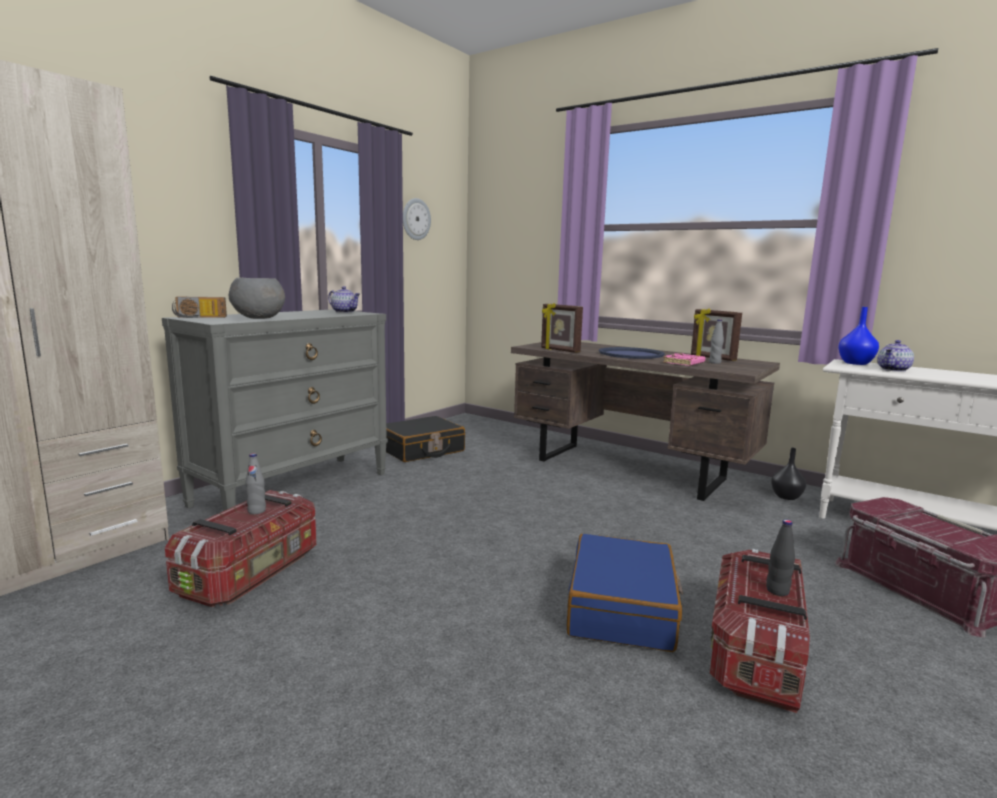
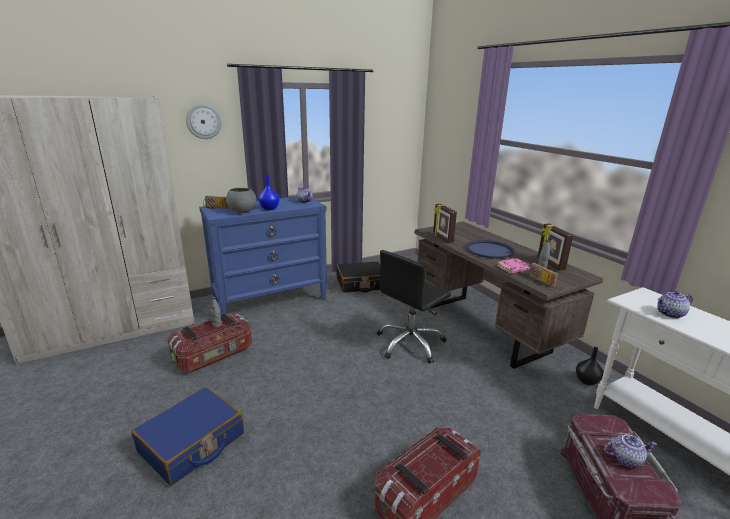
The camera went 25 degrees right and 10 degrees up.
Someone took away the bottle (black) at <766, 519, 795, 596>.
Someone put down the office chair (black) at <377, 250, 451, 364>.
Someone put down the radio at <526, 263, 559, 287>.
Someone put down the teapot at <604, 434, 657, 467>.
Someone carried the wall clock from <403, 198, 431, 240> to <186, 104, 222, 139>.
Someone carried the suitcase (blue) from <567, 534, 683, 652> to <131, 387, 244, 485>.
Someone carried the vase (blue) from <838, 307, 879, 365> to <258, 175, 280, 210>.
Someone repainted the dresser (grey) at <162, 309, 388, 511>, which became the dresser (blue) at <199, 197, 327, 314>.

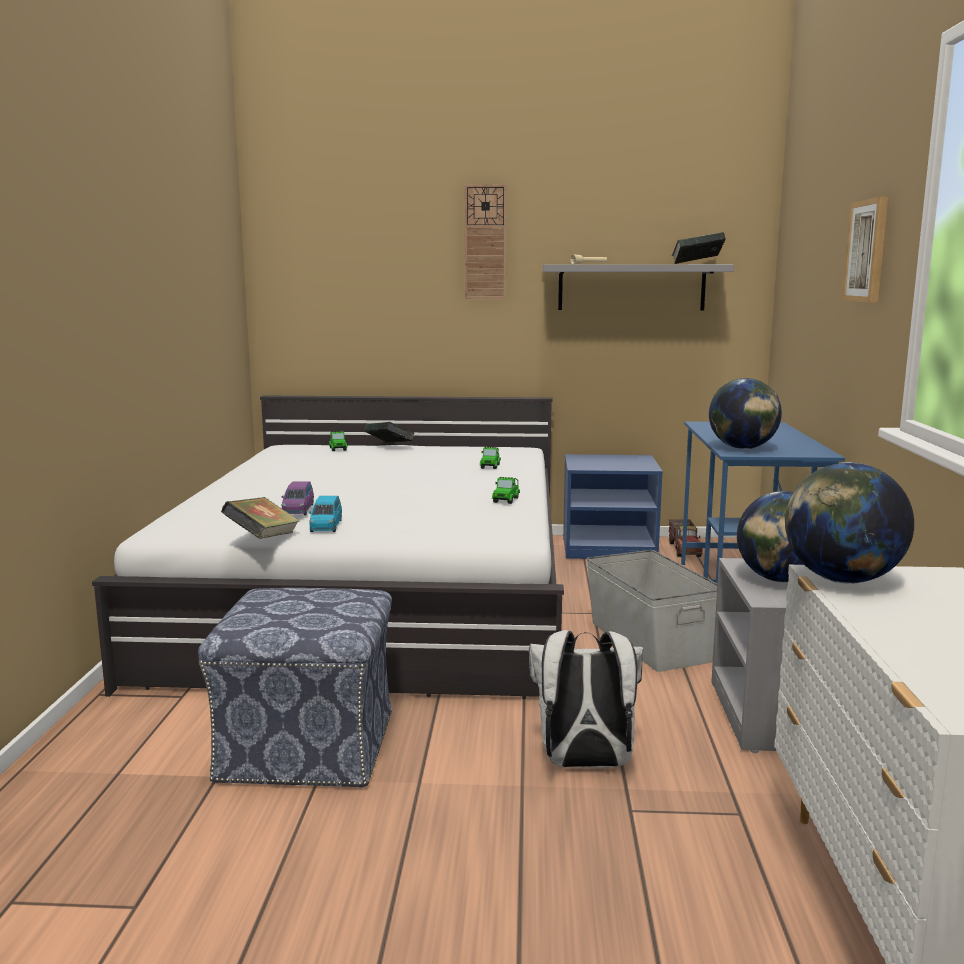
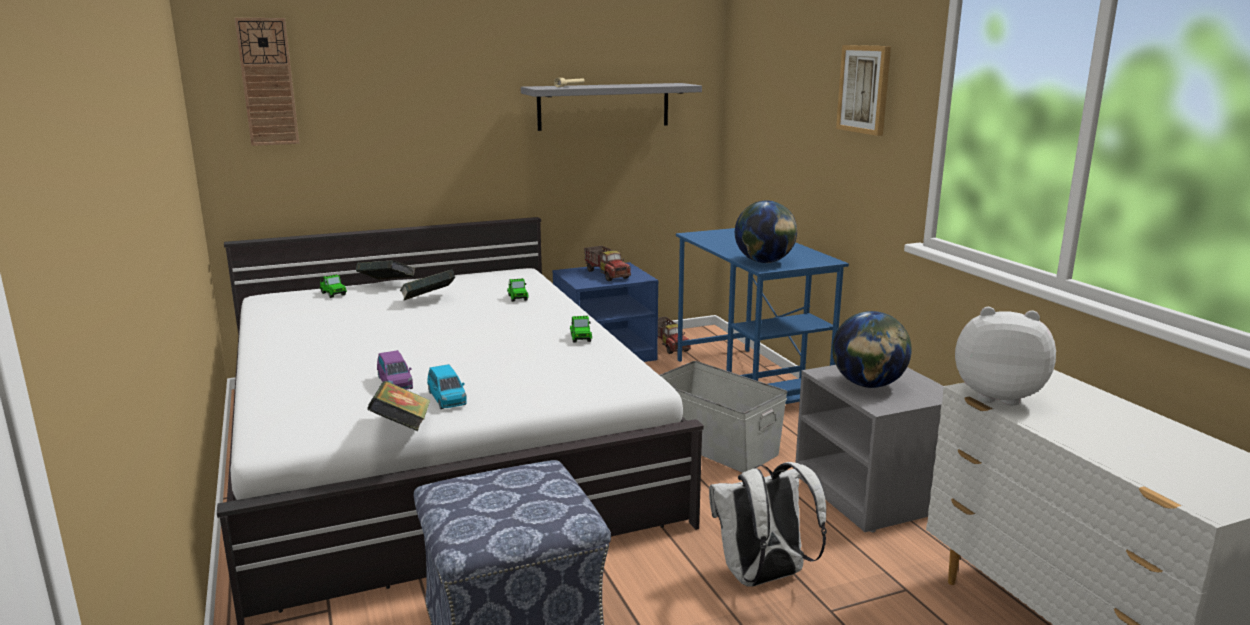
The camera went 25 degrees left and 5 degrees up.
Someone put down the toy truck at <584, 246, 631, 281>.
Someone carried the wall clock from <465, 184, 507, 299> to <235, 18, 299, 146>.
Someone carried the book from <672, 232, 726, 264> to <400, 270, 455, 301>.
Someone swapped the globe at <785, 462, 914, 584> for the plush toy at <955, 307, 1056, 406>.

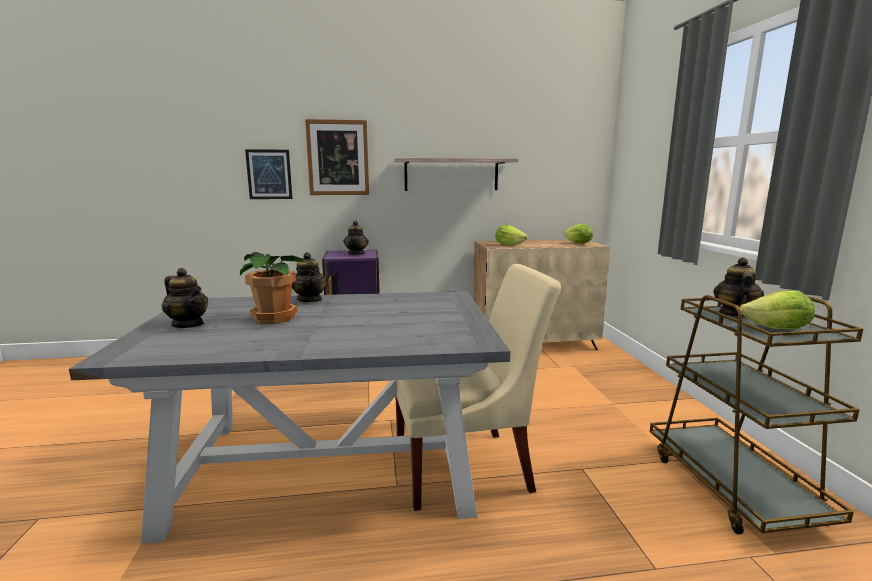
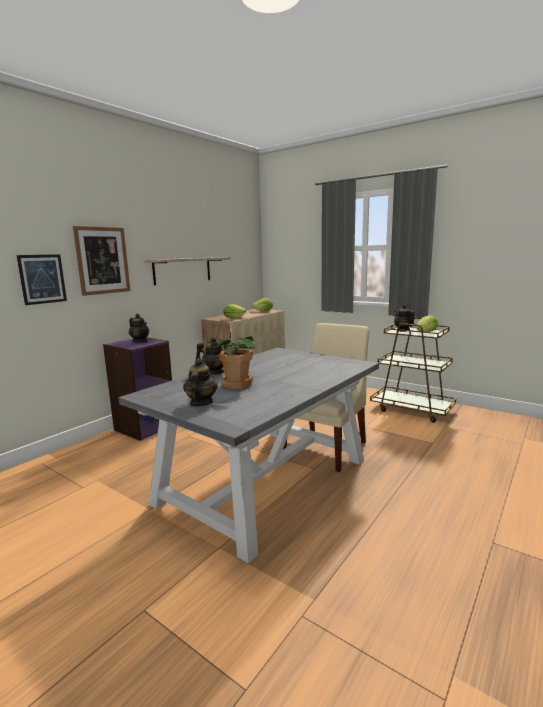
The camera went 45 degrees left and 0 degrees up.
Someone rotated the teapot at <162, 268, 208, 328> by 75 degrees counterclockwise.

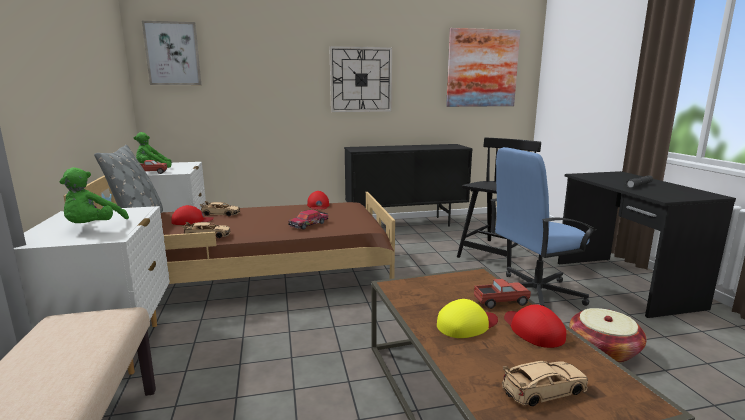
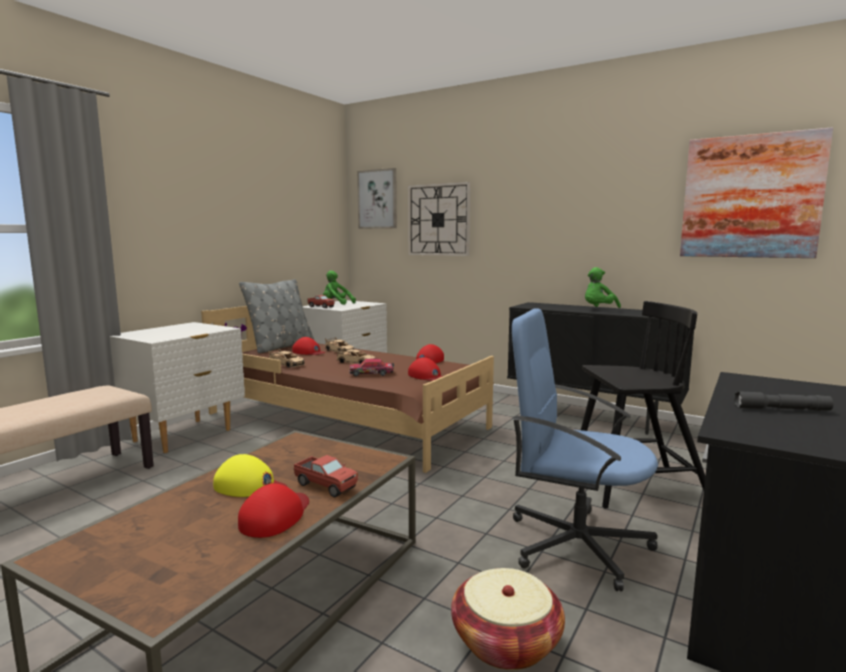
The camera went 45 degrees right and 5 degrees down.
Someone put down the cap (red) at <408, 357, 442, 381>.
Someone carried the plush toy (green) from <60, 167, 129, 223> to <585, 267, 621, 308>.
Someone carried the wall clock from <329, 46, 392, 112> to <408, 182, 471, 256>.
Someone carried the toy car (beige) from <502, 361, 588, 406> to <336, 347, 376, 364>.

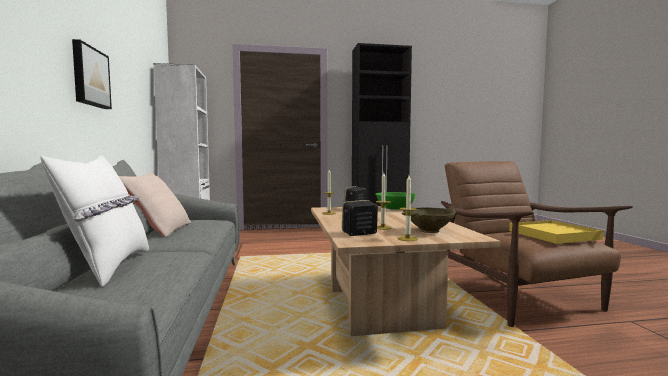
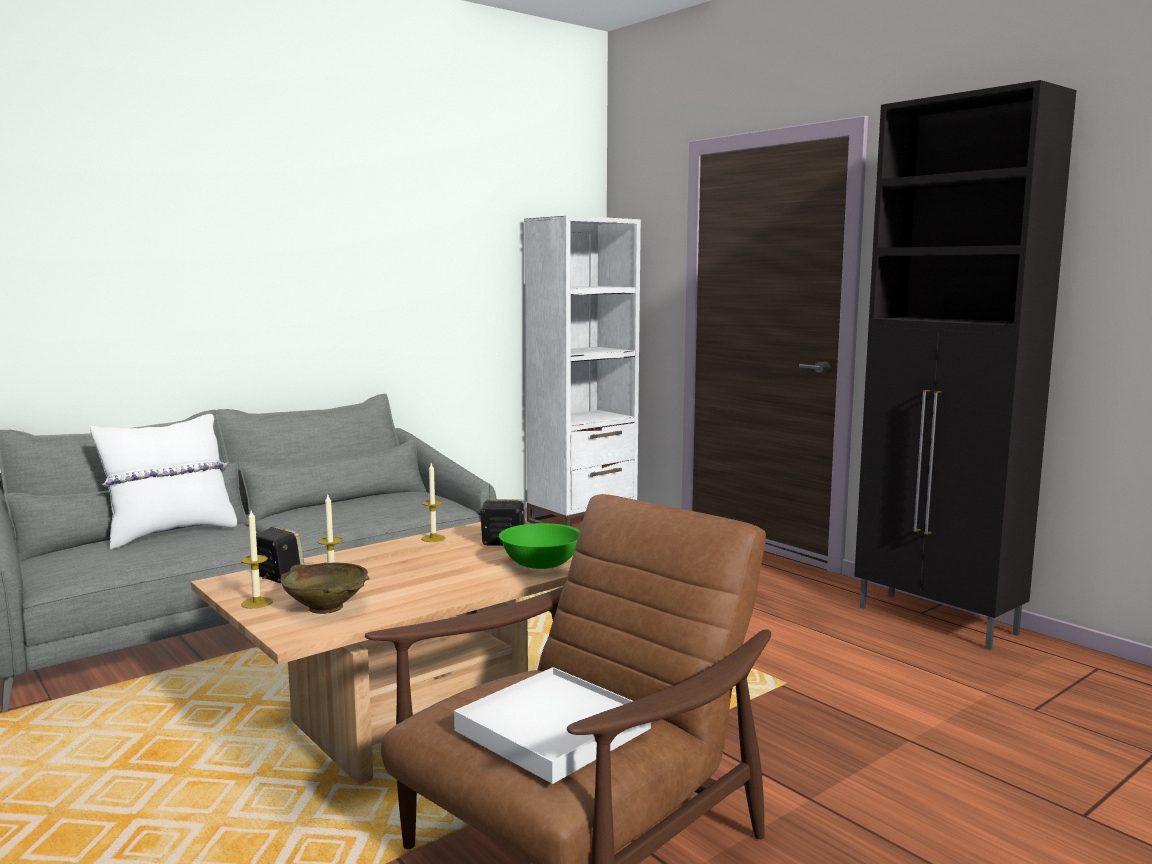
The camera went 60 degrees right and 5 degrees up.
Someone took away the picture at <72, 39, 112, 109>.
Someone took away the pillow (beige) at <119, 173, 191, 238>.
Someone repainted the tray (yellow) at <509, 220, 603, 244>, which became the tray (white) at <454, 667, 651, 784>.

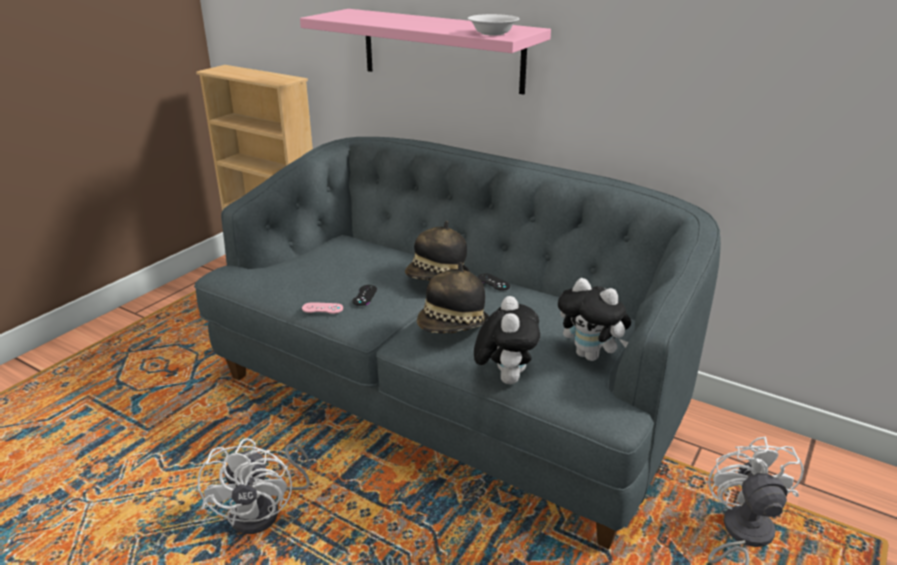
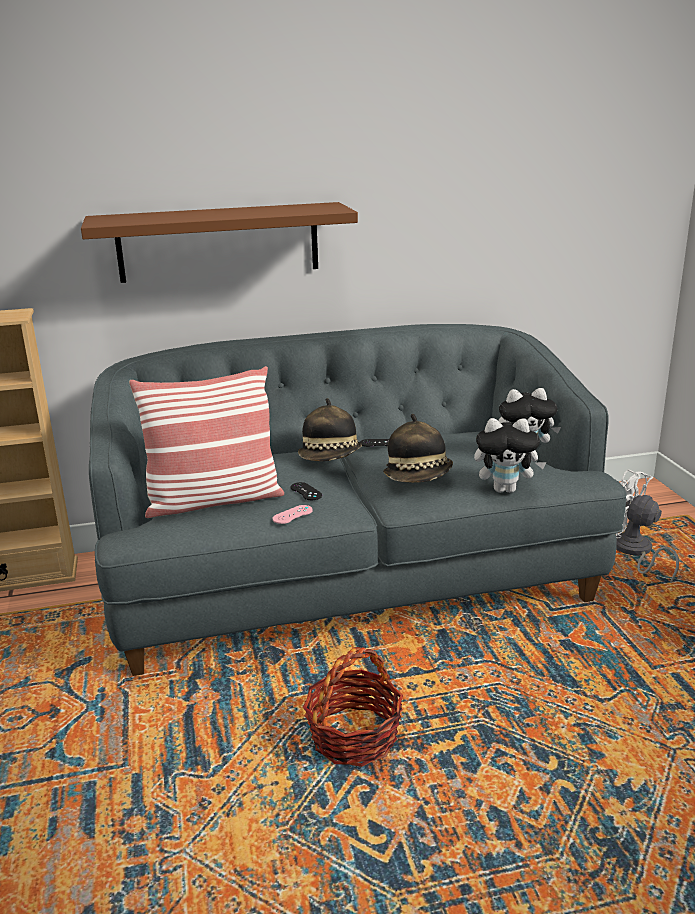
The camera went 45 degrees left and 5 degrees down.
Someone took away the bowl (white) at <467, 14, 519, 36>.
Someone put down the pillow at <129, 366, 284, 518>.
Someone swapped the fan (white) at <198, 438, 310, 534> for the basket at <303, 647, 403, 767>.
Someone repainted the shelf (pink) at <300, 9, 551, 95>, which became the shelf (brown) at <81, 202, 358, 283>.
Someone rotated the plush toy at <474, 296, 540, 384> by 135 degrees clockwise.

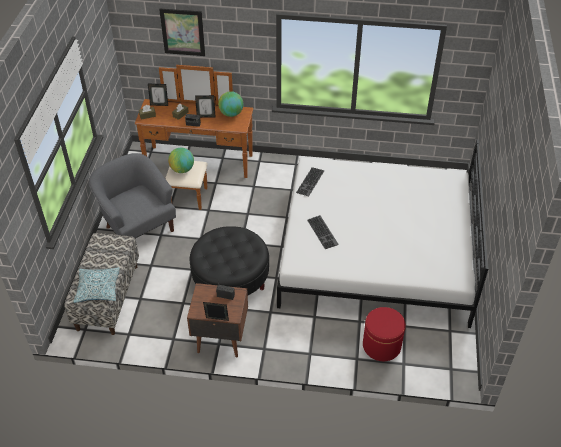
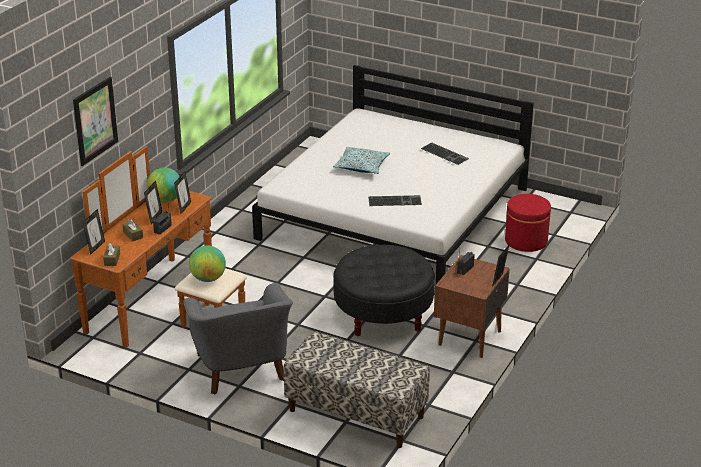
The camera went 70 degrees left and 15 degrees down.
Someone put down the picture frame at <174, 171, 191, 214>.
Someone carried the pillow from <73, 267, 120, 303> to <333, 147, 390, 174>.
Someone carried the keyboard from <296, 167, 325, 197> to <421, 142, 469, 165>.
Someone rotated the armchair (grey) at <89, 153, 176, 239> by 90 degrees counterclockwise.

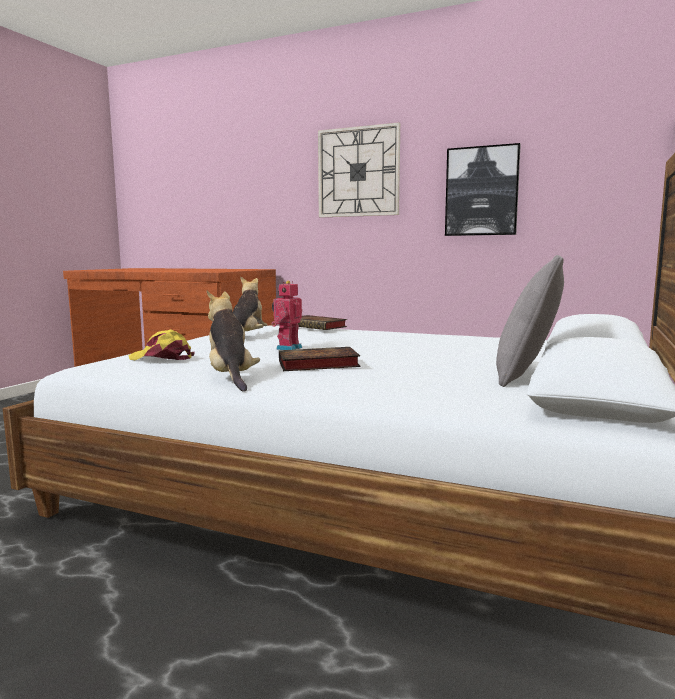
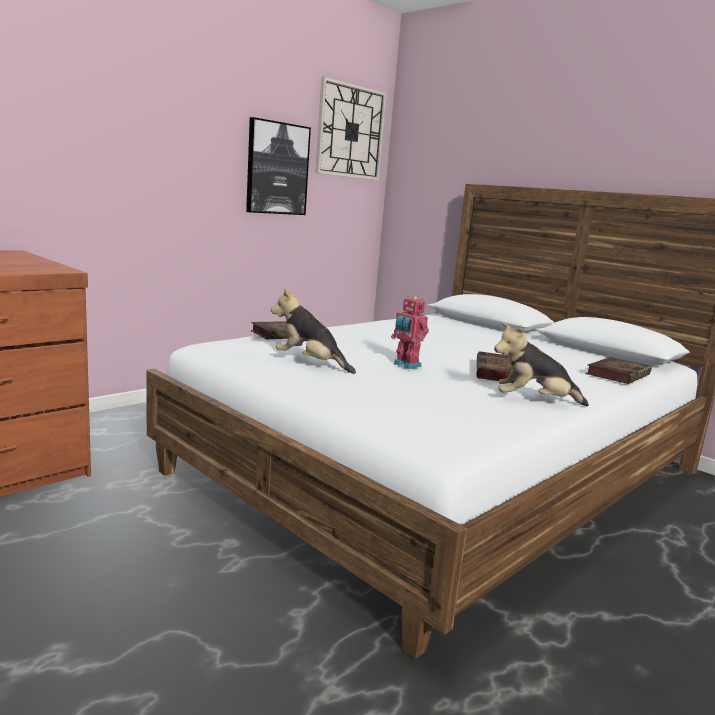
The camera went 70 degrees left and 5 degrees up.
Someone took away the cap (yellow) at <128, 329, 195, 360>.
Someone took away the pillow (grey) at <496, 255, 564, 387>.
Someone put down the book at <586, 357, 651, 384>.
Someone carried the wall clock from <318, 122, 400, 218> to <315, 77, 387, 180>.

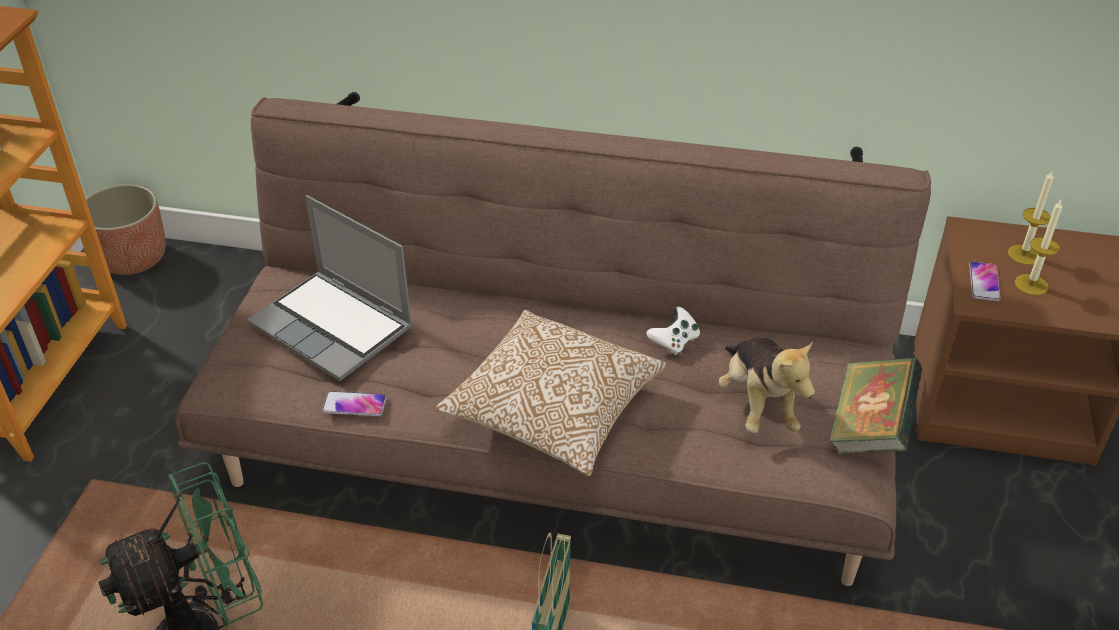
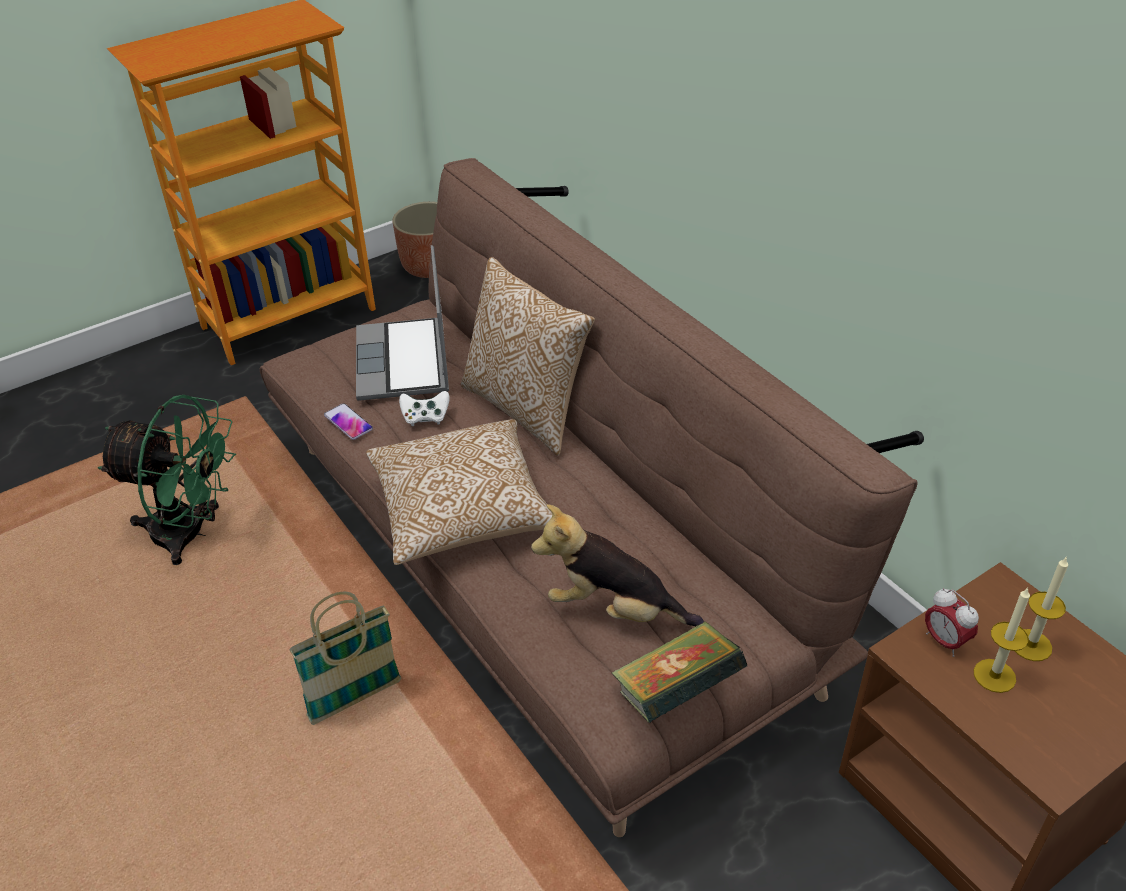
The camera went 45 degrees right and 0 degrees up.
Someone put down the pillow at <461, 257, 595, 456>.
Someone carried the game controller (white) from <646, 307, 700, 355> to <399, 391, 450, 426>.
Someone swapped the phone at <969, 261, 1001, 301> for the alarm clock at <925, 588, 979, 657>.
Someone rotated the plush toy at <718, 337, 815, 433> by 75 degrees clockwise.

